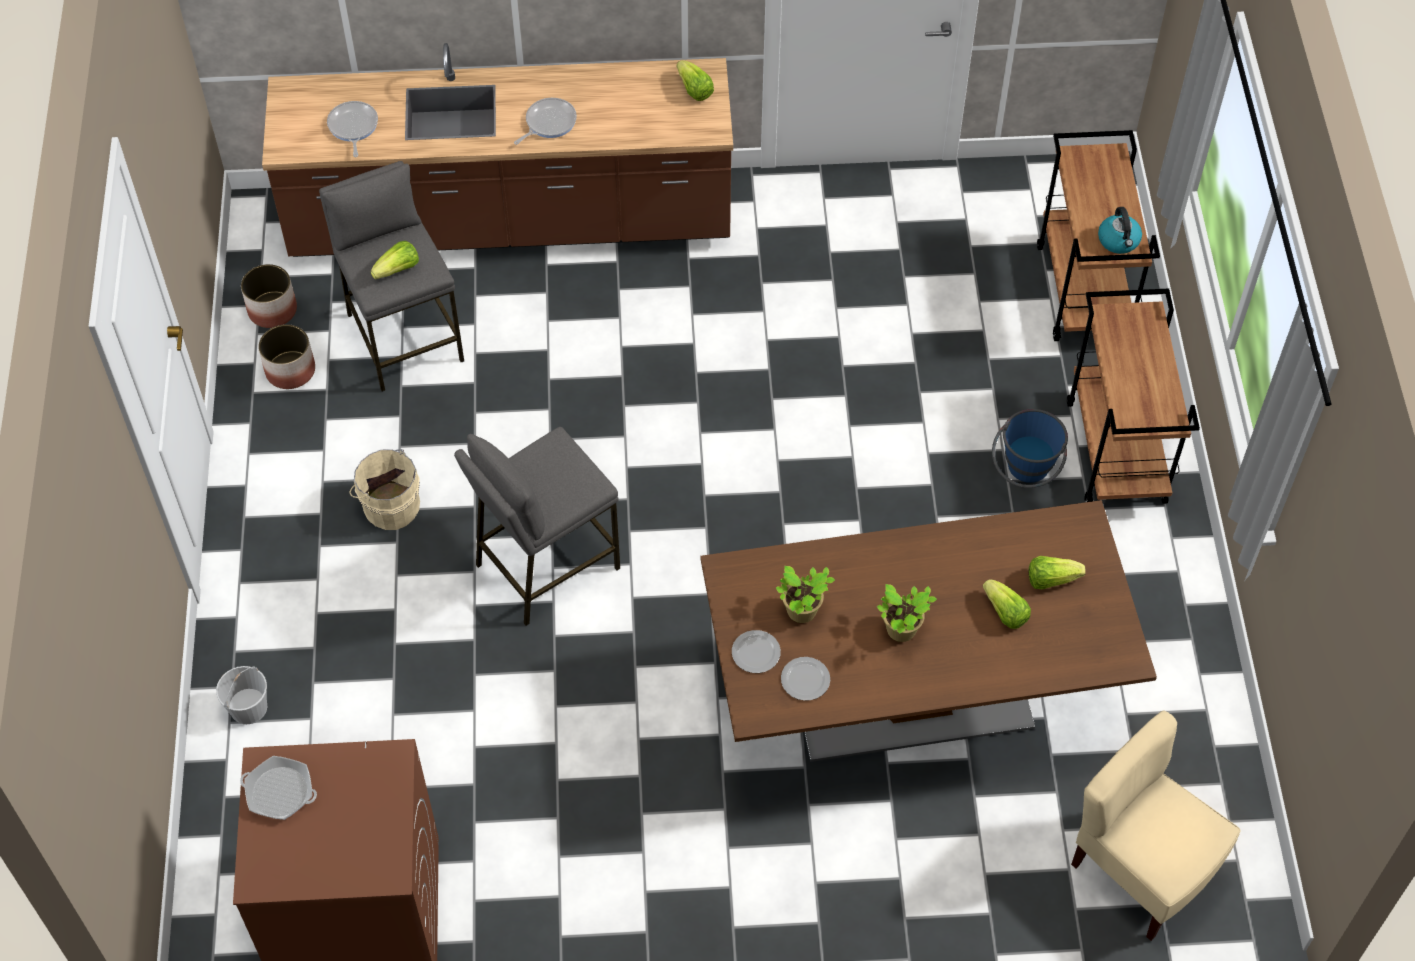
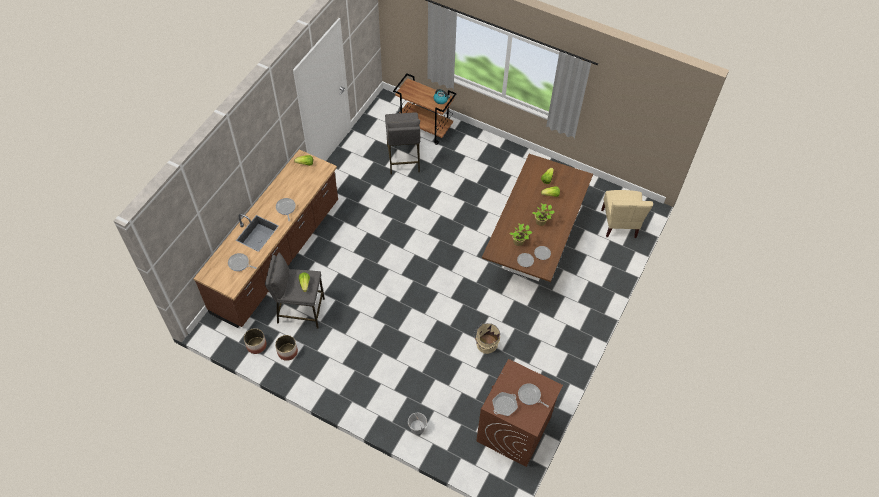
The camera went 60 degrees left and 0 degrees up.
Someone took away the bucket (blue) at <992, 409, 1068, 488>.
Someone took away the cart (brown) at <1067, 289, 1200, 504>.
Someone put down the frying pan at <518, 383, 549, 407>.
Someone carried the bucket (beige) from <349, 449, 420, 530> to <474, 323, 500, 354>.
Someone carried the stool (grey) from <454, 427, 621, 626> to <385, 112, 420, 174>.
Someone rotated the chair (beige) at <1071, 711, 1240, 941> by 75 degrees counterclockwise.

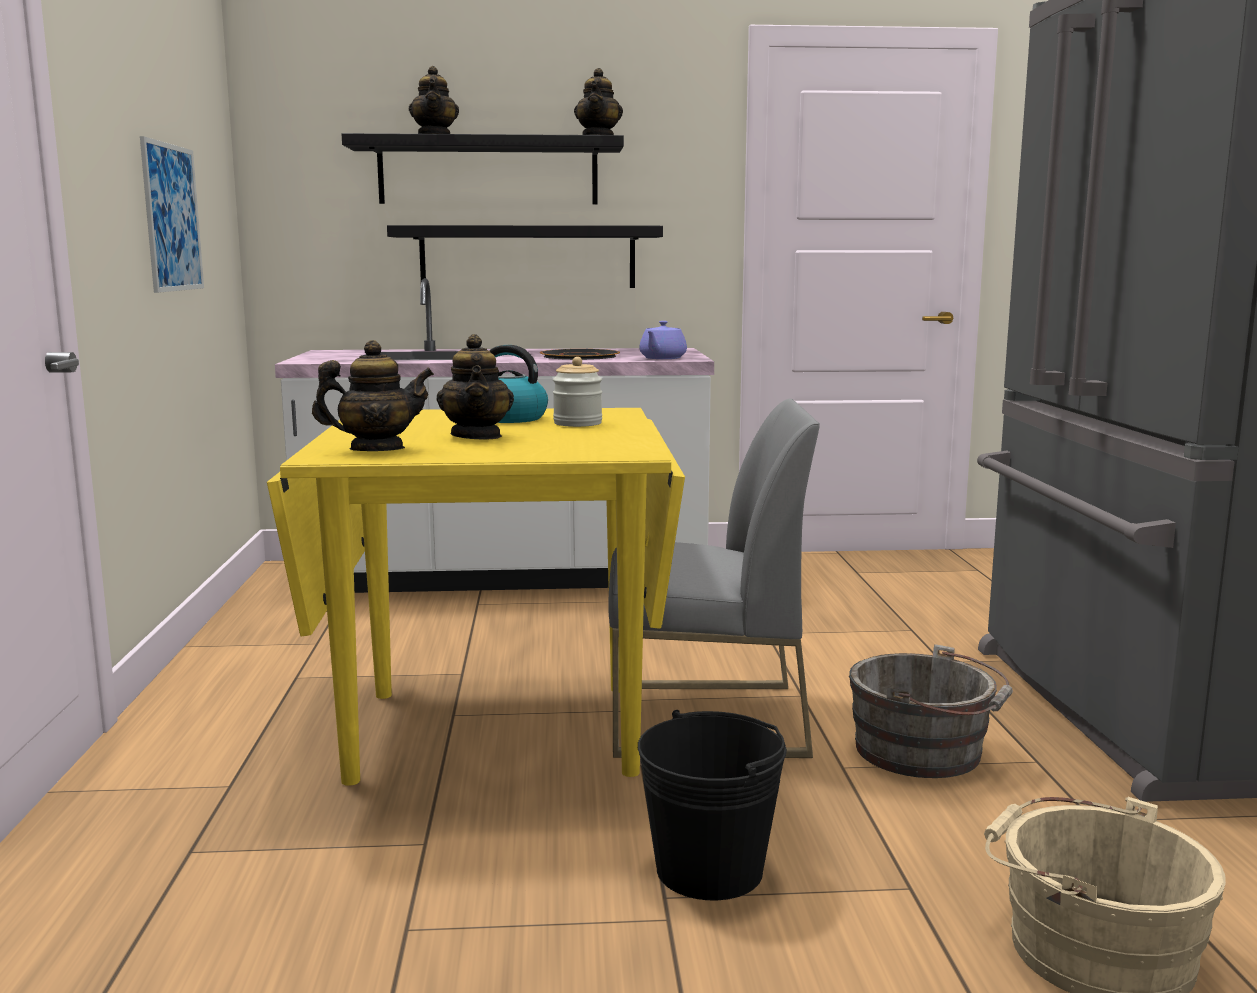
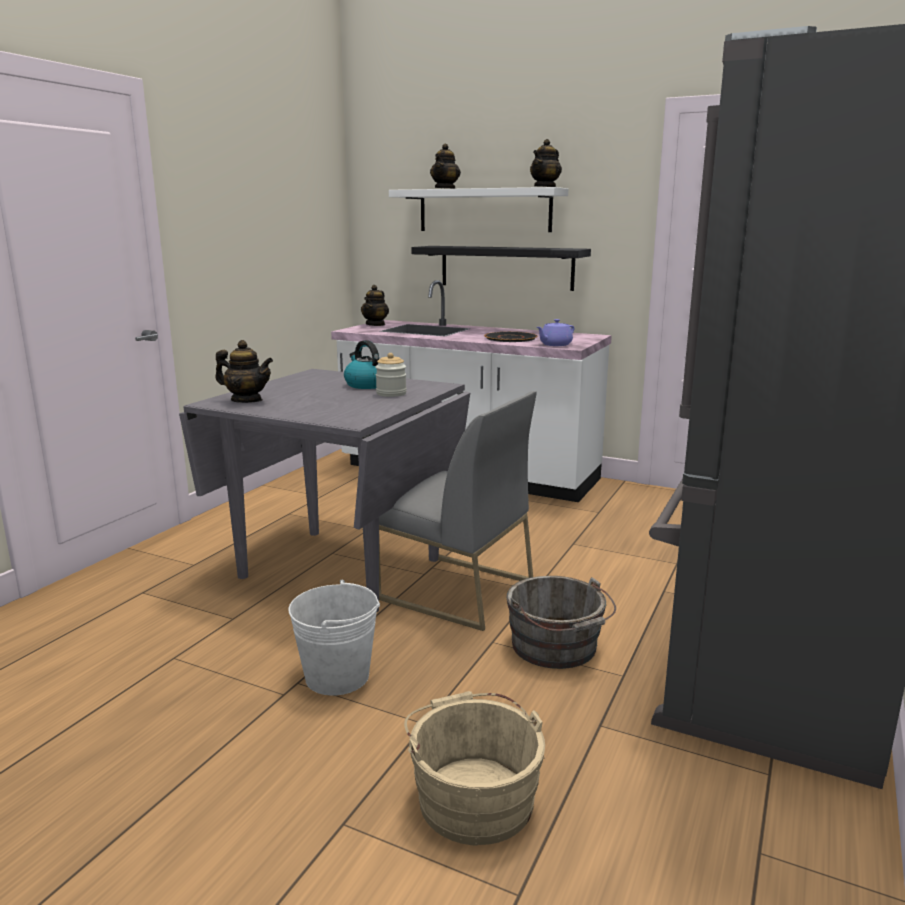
The camera went 30 degrees right and 5 degrees up.
Someone took away the picture at <140, 136, 204, 293>.
Someone carried the teapot from <436, 334, 514, 440> to <361, 285, 389, 326>.
Someone repainted the dining table (yellow) at <267, 408, 685, 786>, which became the dining table (grey) at <179, 369, 470, 612>.
Someone repainted the shelf (black) at <342, 133, 624, 204>, which became the shelf (white) at <389, 187, 568, 232>.
Someone repainted the bucket (black) at <638, 710, 787, 900>, which became the bucket (white) at <288, 580, 380, 696>.

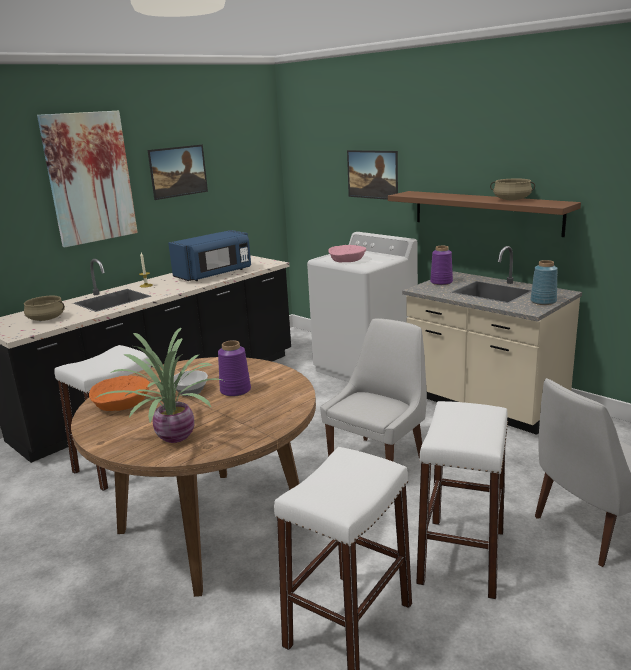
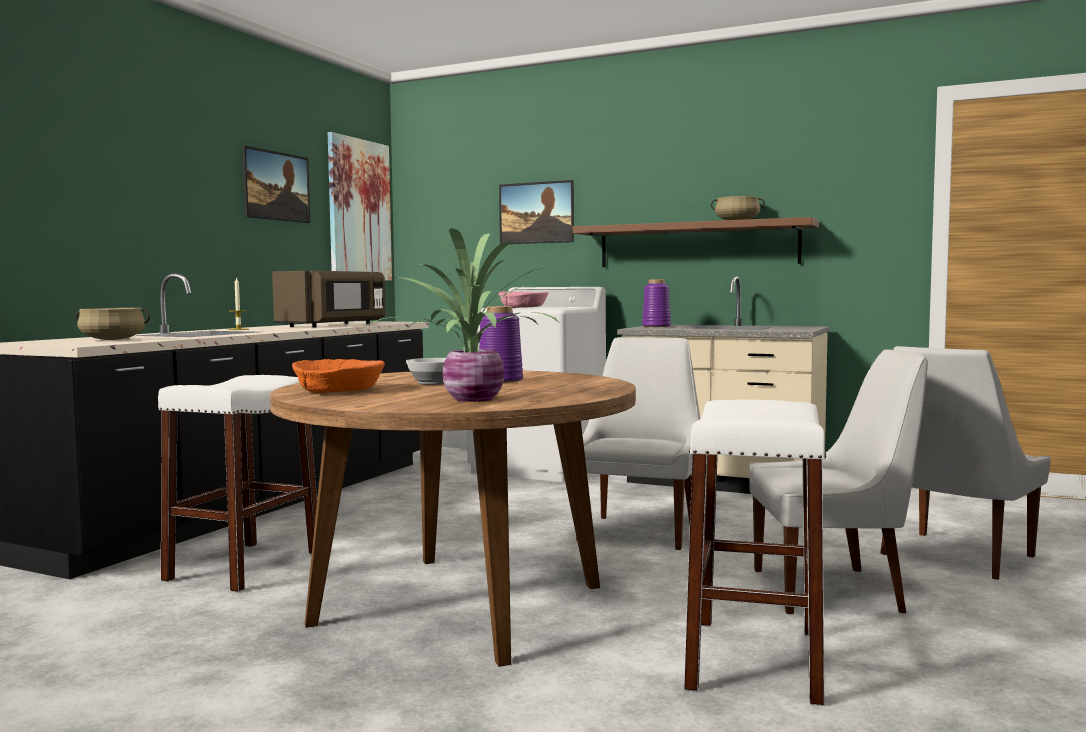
The camera went 20 degrees left and 15 degrees down.
Someone took away the vase (blue) at <530, 260, 558, 305>.
Someone carried the picture from <37, 111, 138, 247> to <328, 132, 392, 281>.
Someone swapped the stool (white) at <416, 401, 508, 599> for the chair (white) at <749, 350, 928, 615>.
Someone repainted the microwave (blue) at <168, 230, 251, 281>, which became the microwave (brown) at <272, 271, 385, 328>.

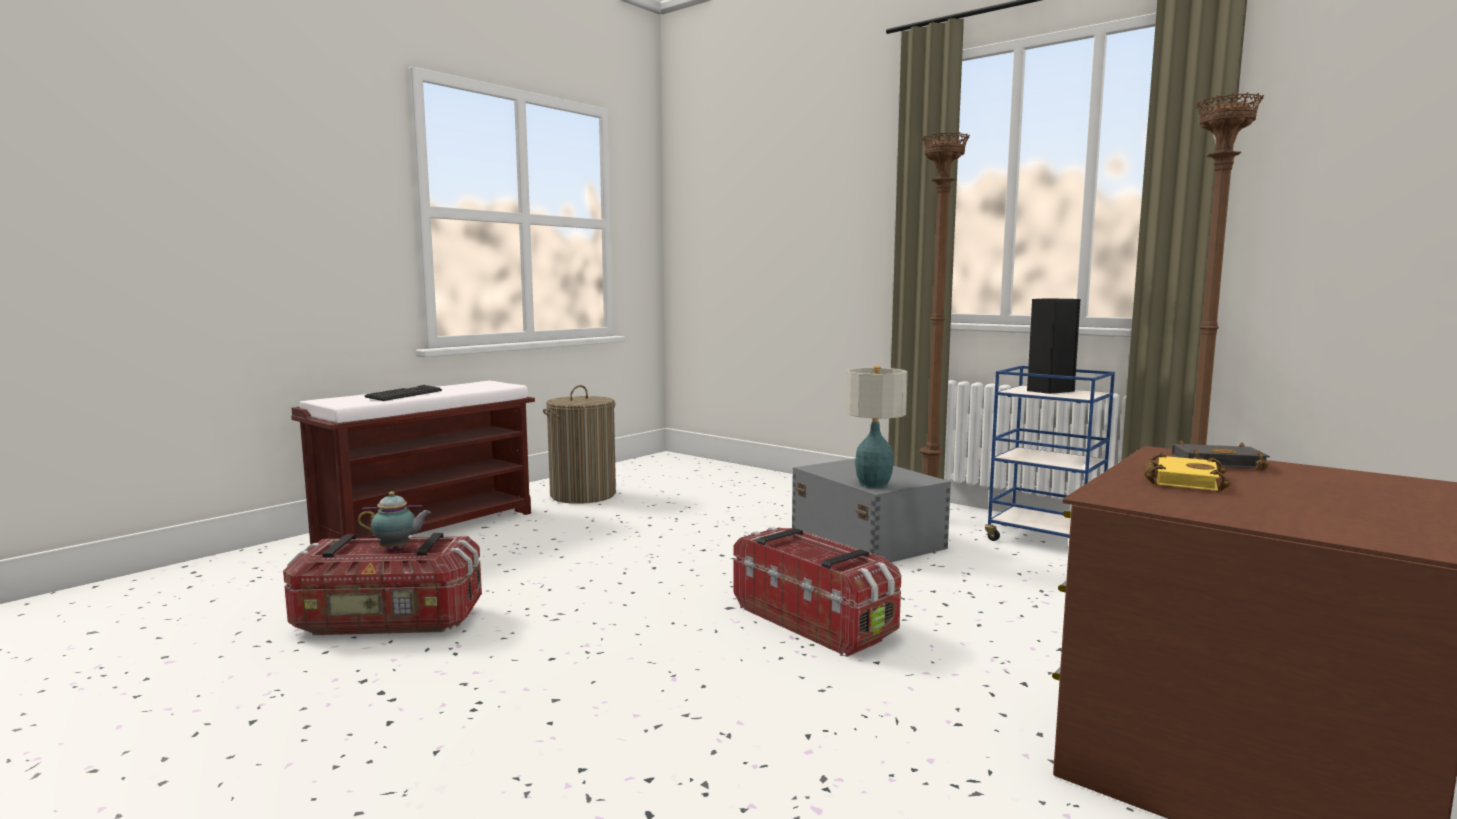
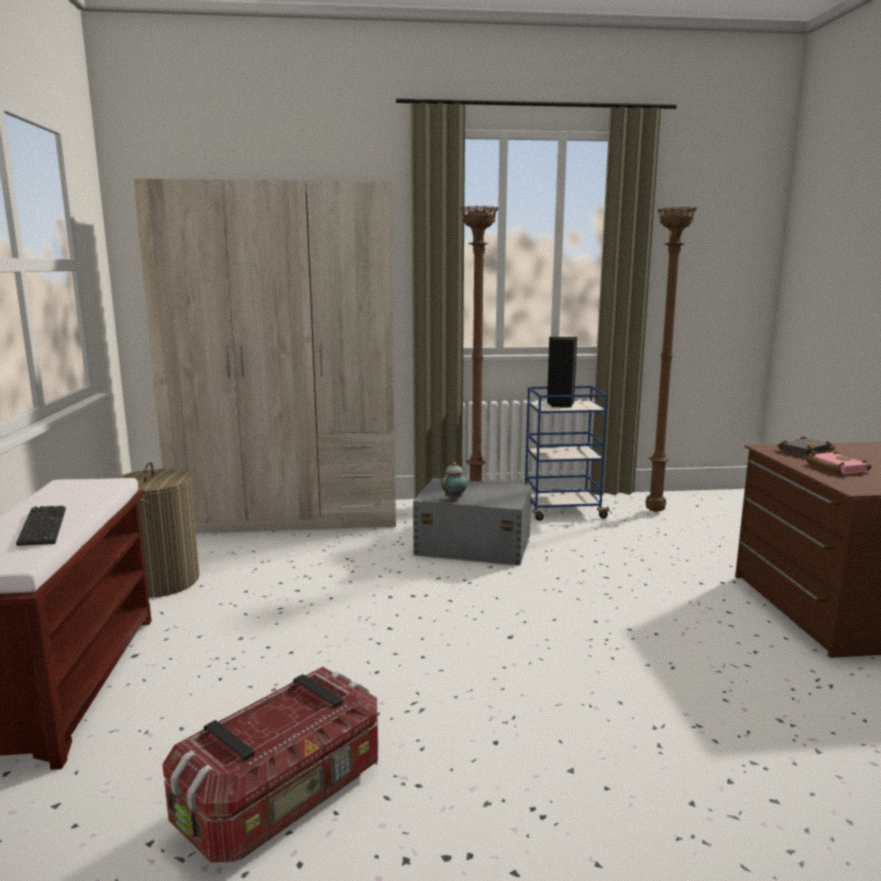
The camera went 45 degrees left and 5 degrees up.
Someone took away the storage box at <733, 527, 901, 657>.
Someone took away the table lamp at <846, 366, 908, 488>.
Someone put down the wardrobe (beige) at <134, 179, 396, 533>.
Someone carried the teapot from <358, 491, 431, 549> to <441, 462, 468, 500>.
Someone repainted the book (yellow) at <1144, 453, 1231, 492>, which became the book (pink) at <806, 451, 872, 475>.

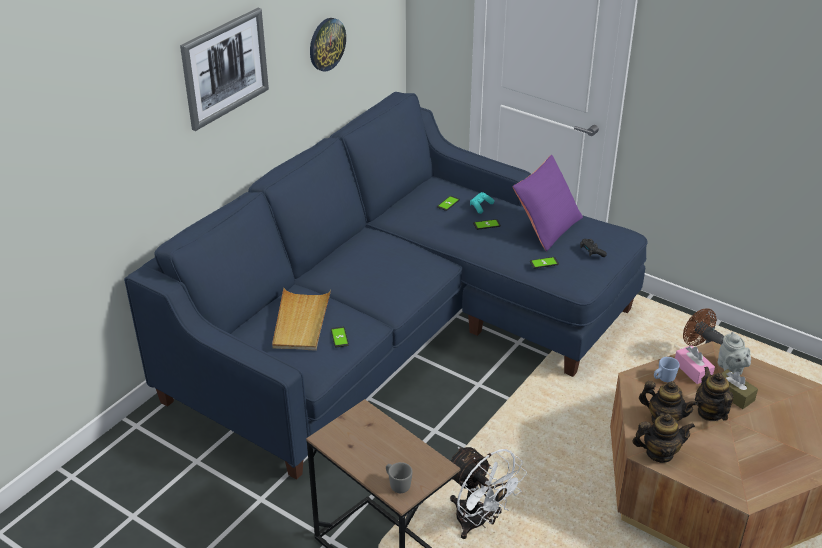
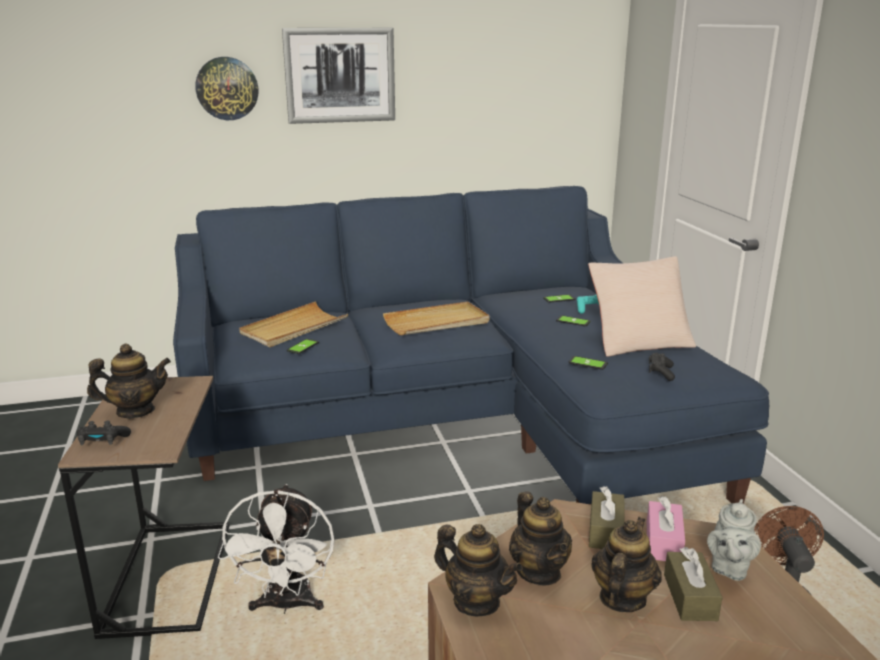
The camera went 40 degrees right and 15 degrees down.
Someone put down the teapot at <87, 343, 171, 418>.
Someone put down the tray (beige) at <383, 301, 490, 335>.
Someone carried the wall clock from <310, 18, 346, 71> to <195, 57, 258, 120>.
Someone swapped the mug (grey) at <386, 462, 413, 493> for the game controller (black) at <77, 421, 131, 445>.
Someone swapped the mug (blue) at <654, 357, 680, 382> for the tissue box (brown) at <589, 486, 625, 549>.
Someone repainted the pillow (purple) at <513, 155, 583, 251>, which became the pillow (beige) at <588, 256, 696, 357>.

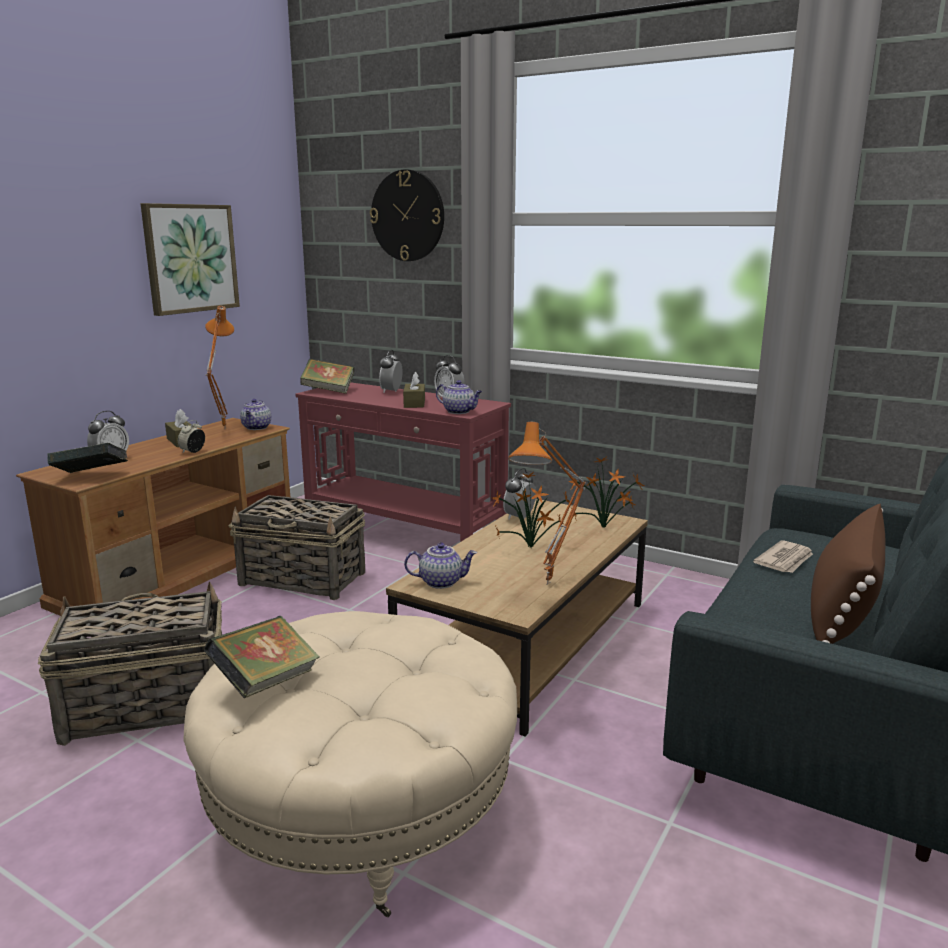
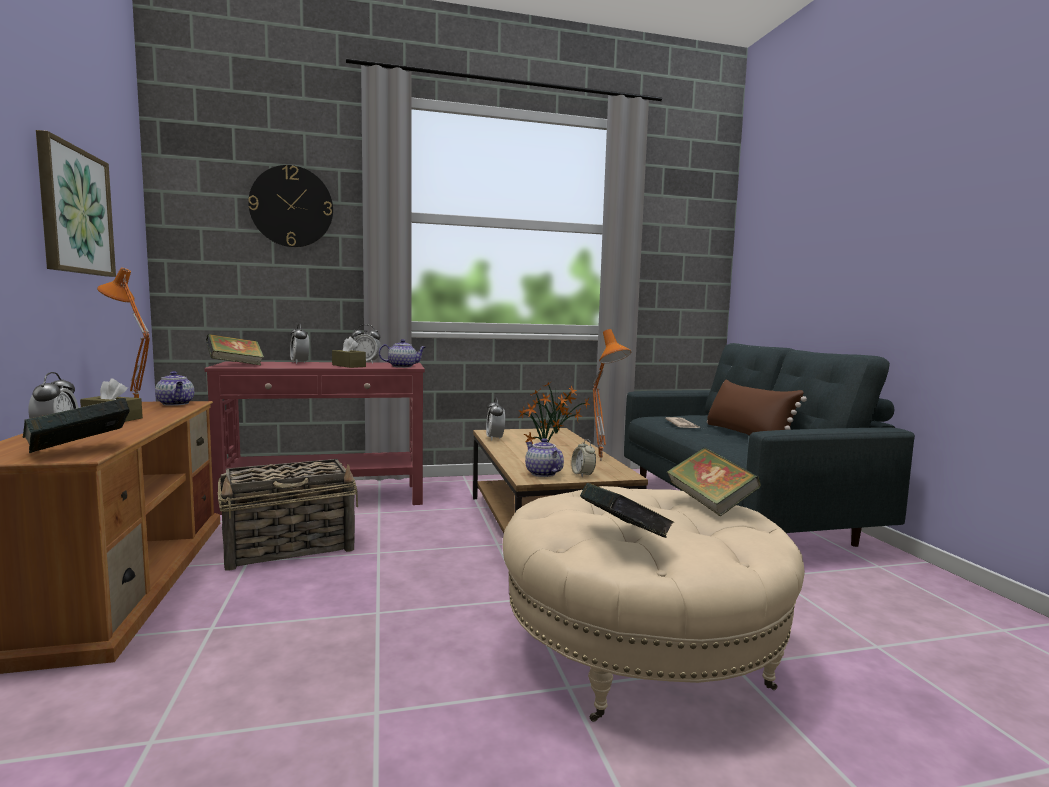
The camera went 45 degrees left and 10 degrees down.
Someone took away the basket at <37, 582, 222, 746>.
Someone put down the book at <666, 447, 761, 517>.
Someone carried the alarm clock from <178, 420, 205, 453> to <571, 439, 596, 478>.
Someone rotated the teapot at <404, 542, 477, 589> by 75 degrees counterclockwise.

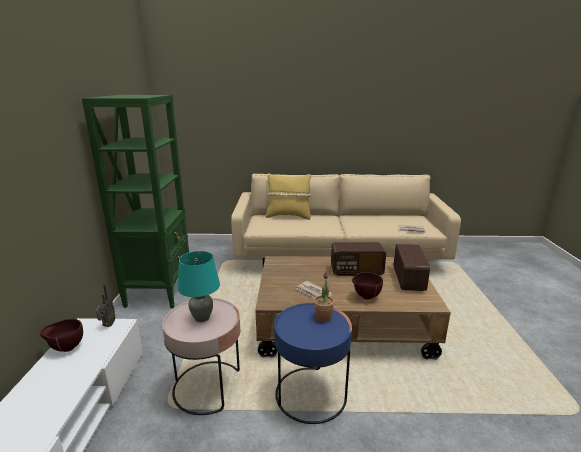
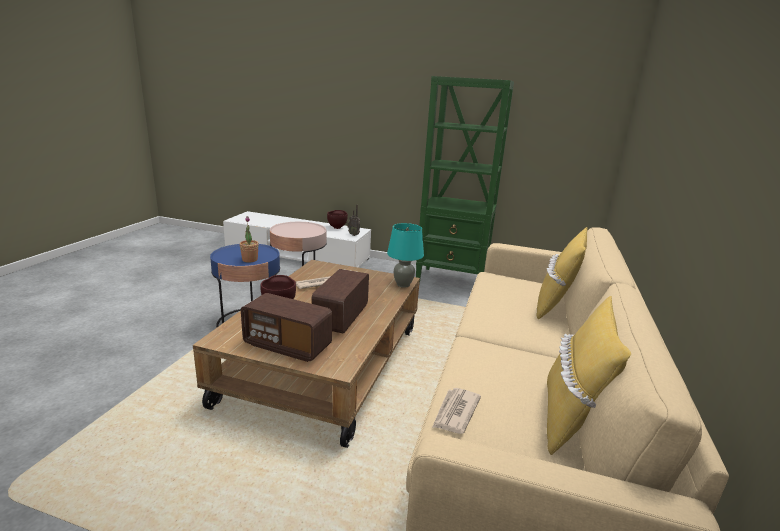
The camera went 105 degrees right and 0 degrees up.
Someone put down the pillow (yellow) at <547, 296, 631, 455>.
Someone carried the table lamp (turquoise) from <178, 251, 220, 322> to <387, 223, 424, 288>.

